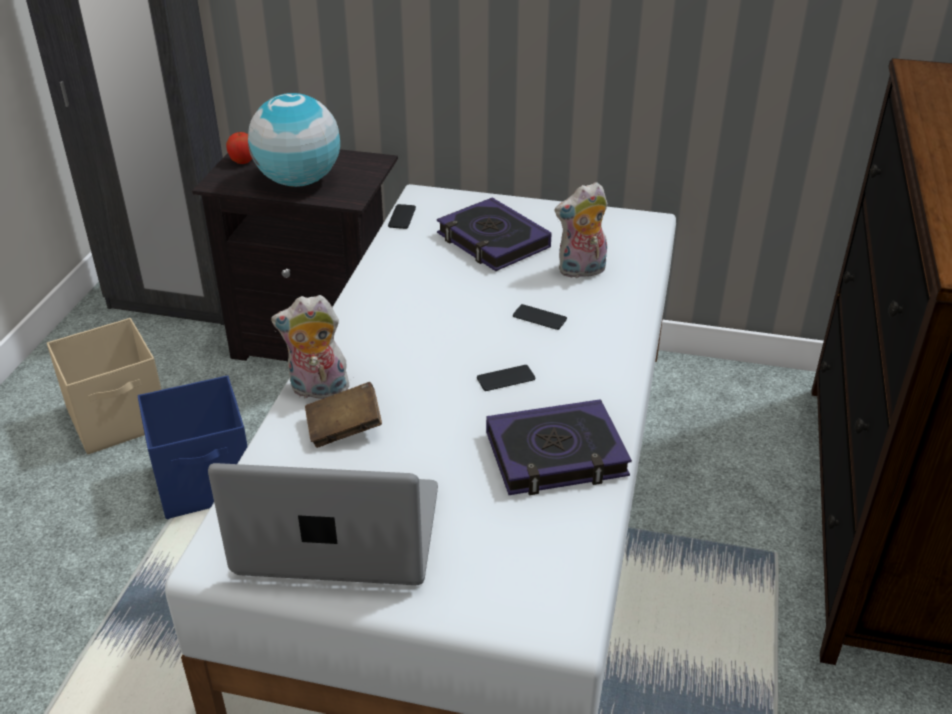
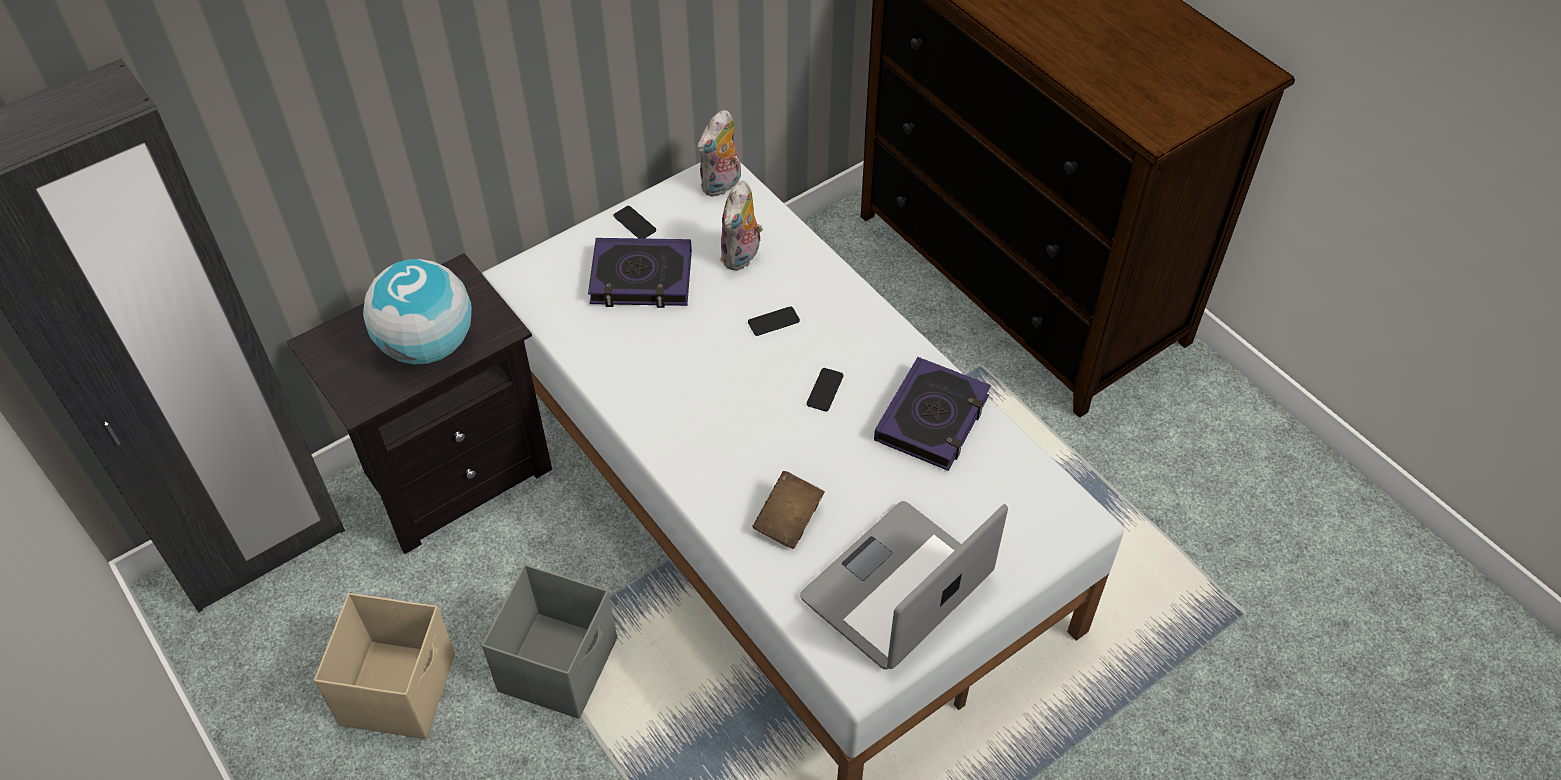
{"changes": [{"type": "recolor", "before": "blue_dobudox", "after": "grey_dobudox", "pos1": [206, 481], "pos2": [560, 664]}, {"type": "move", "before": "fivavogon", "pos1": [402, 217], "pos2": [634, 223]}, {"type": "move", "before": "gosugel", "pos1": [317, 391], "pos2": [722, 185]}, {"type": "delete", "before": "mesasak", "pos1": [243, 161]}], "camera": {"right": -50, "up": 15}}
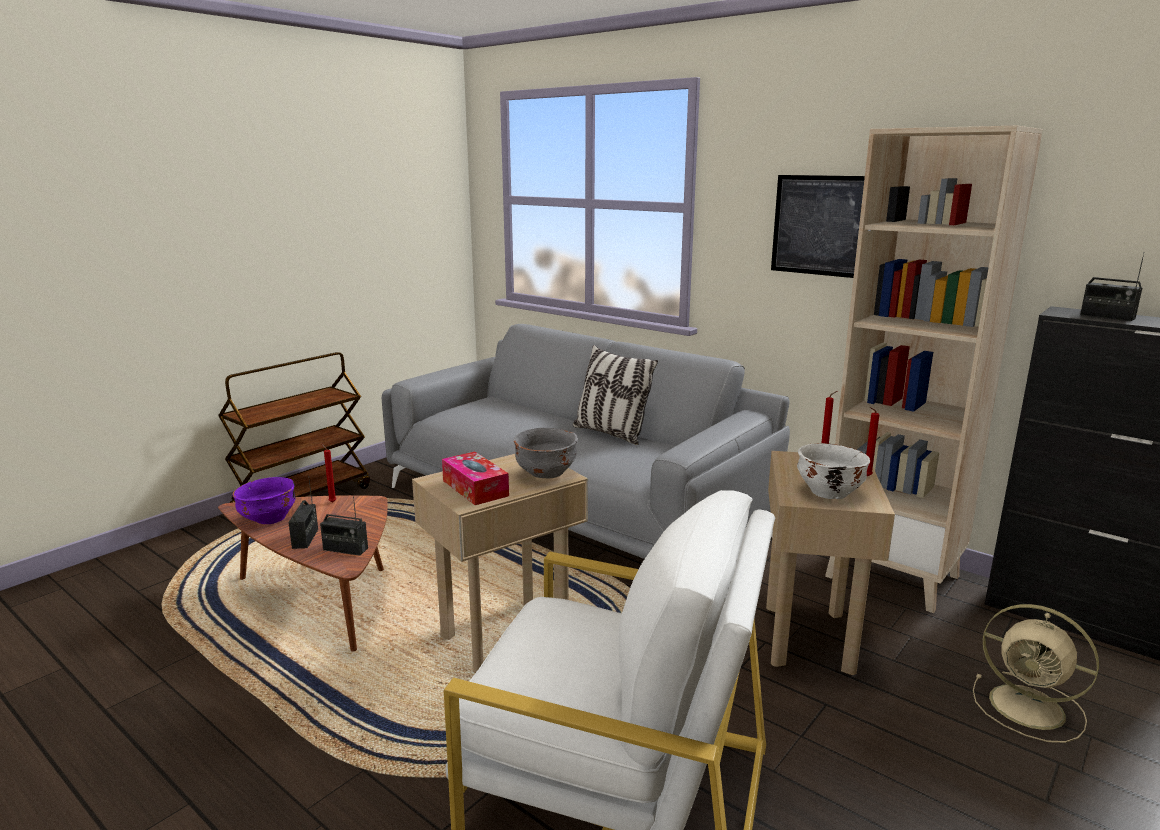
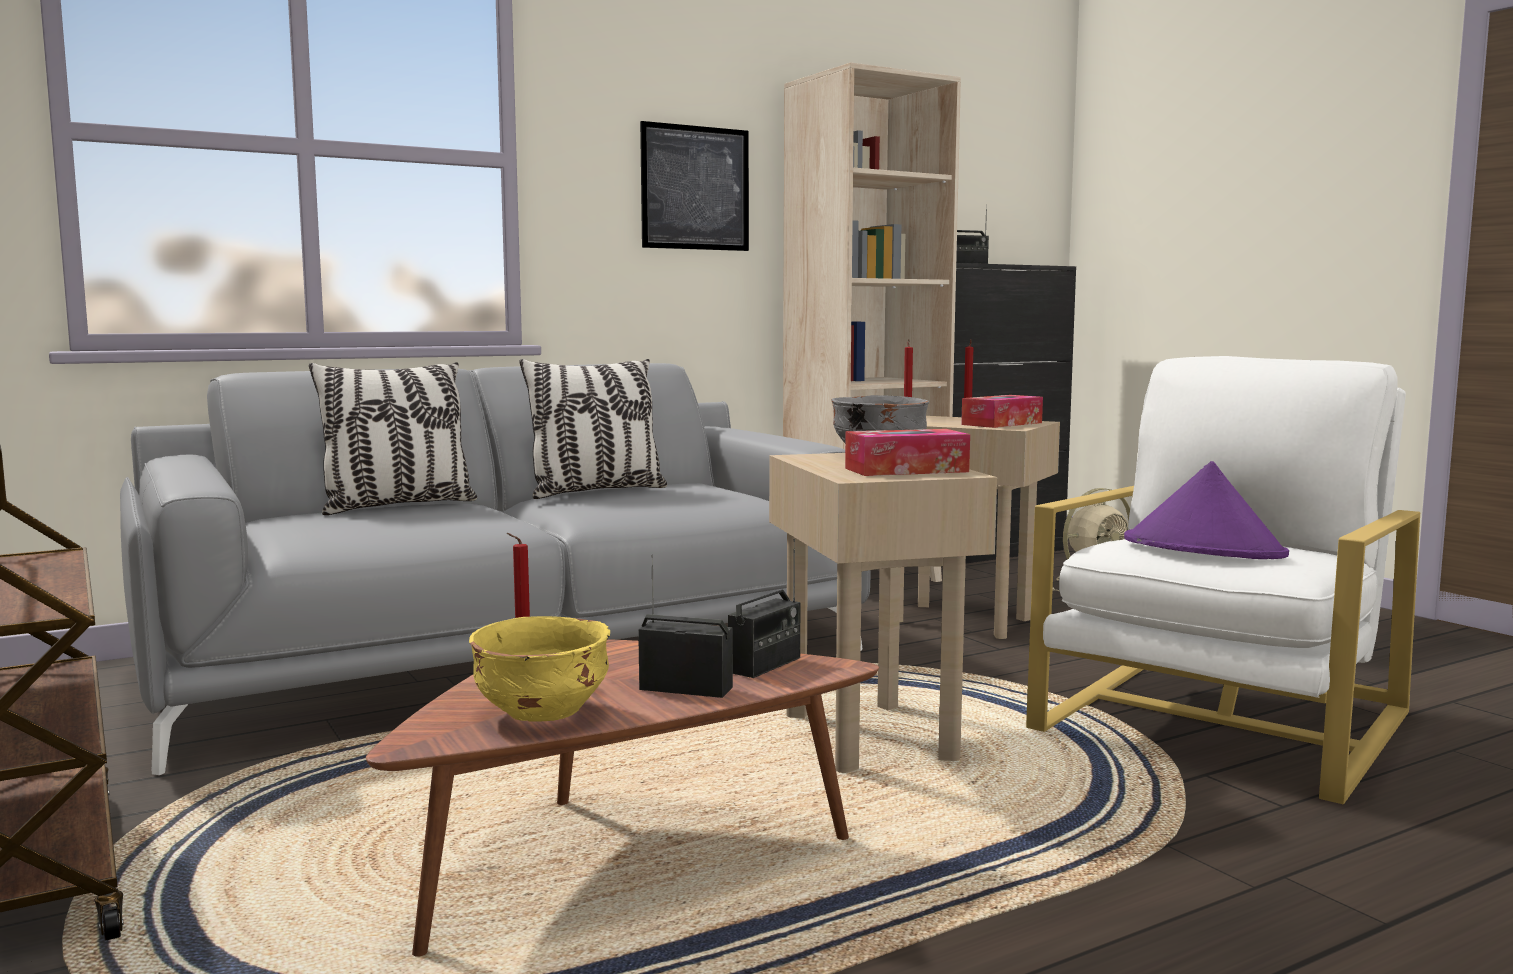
{"changes": [{"type": "insert", "after": "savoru", "pos2": [397, 506]}, {"type": "recolor", "before": "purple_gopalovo", "after": "yellow_gopalovo", "pos1": [268, 519], "pos2": [544, 714]}, {"type": "replace", "before": "white_gopalovo", "after": "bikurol", "pos1": [828, 492], "pos2": [1002, 423]}, {"type": "insert", "after": "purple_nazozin", "pos2": [1204, 548]}], "camera": {"right": -70, "up": -10}}
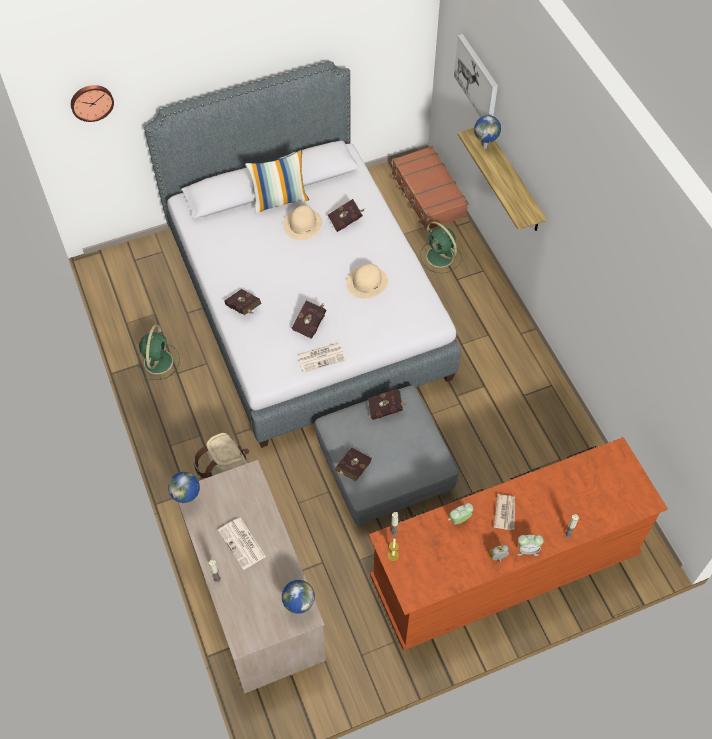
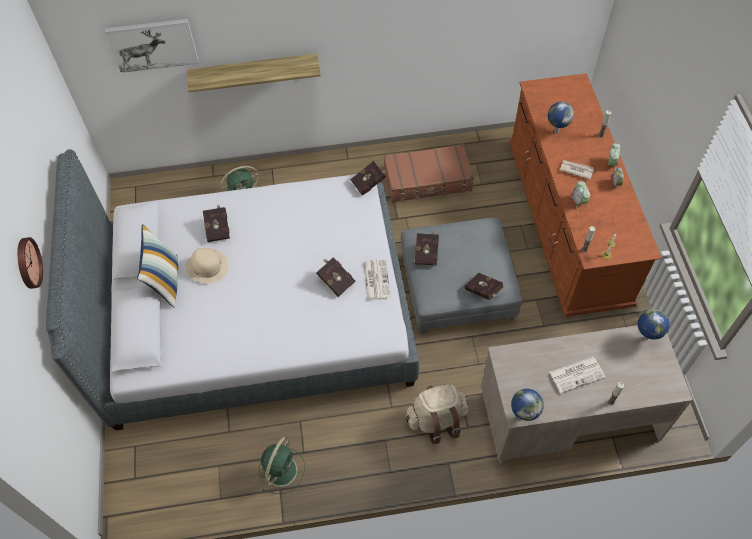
{"changes": [{"type": "move", "before": "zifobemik", "pos1": [91, 102], "pos2": [27, 263]}, {"type": "rotate", "before": "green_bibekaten", "pos1": [158, 360], "pos2": [281, 469], "turn": 90}, {"type": "move", "before": "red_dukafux", "pos1": [244, 308], "pos2": [369, 183]}, {"type": "move", "before": "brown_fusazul", "pos1": [428, 195], "pos2": [427, 180]}, {"type": "move", "before": "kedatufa", "pos1": [485, 147], "pos2": [556, 131]}, {"type": "delete", "before": "beige_nazozin", "pos1": [367, 282]}], "camera": {"right": -75, "up": 0}}
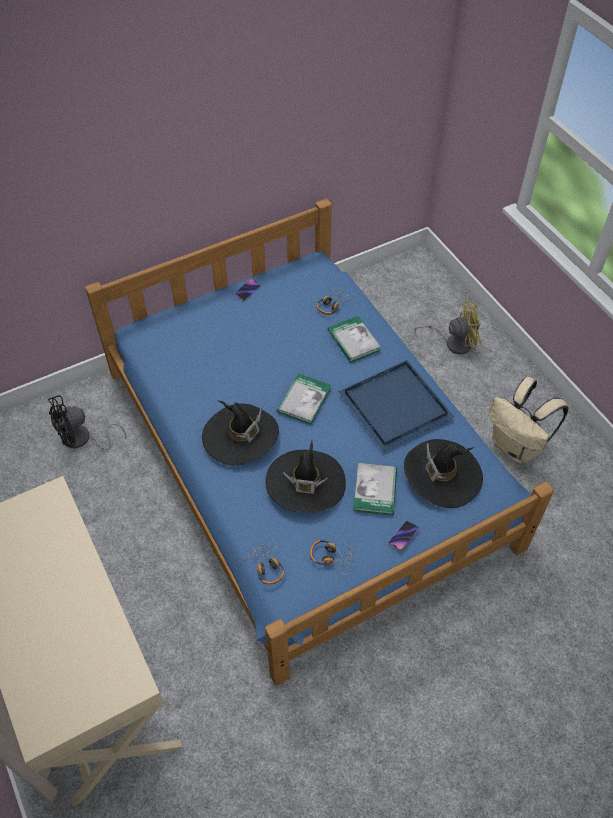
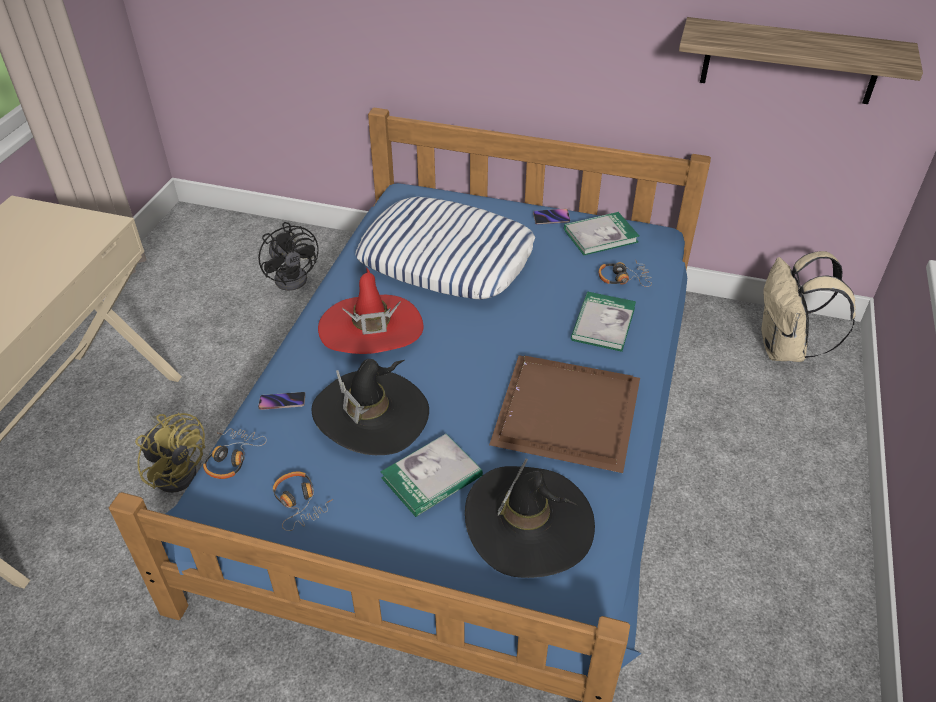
{"changes": [{"type": "move", "before": "yellow_bibekaten", "pos1": [453, 342], "pos2": [177, 469]}, {"type": "rotate", "before": "black_bibekaten", "pos1": [82, 440], "pos2": [295, 276], "turn": -135}, {"type": "move", "before": "fivavogon", "pos1": [403, 536], "pos2": [282, 403]}, {"type": "recolor", "before": "black_nazozin", "after": "red_nazozin", "pos1": [240, 436], "pos2": [371, 329]}, {"type": "insert", "after": "savoru", "pos2": [447, 258]}, {"type": "recolor", "before": "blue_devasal", "after": "brown_devasal", "pos1": [392, 405], "pos2": [564, 412]}, {"type": "move", "before": "dukafux", "pos1": [304, 400], "pos2": [600, 236]}, {"type": "insert", "after": "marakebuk", "pos2": [790, 61]}, {"type": "move", "before": "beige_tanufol", "pos1": [516, 447], "pos2": [785, 349]}], "camera": {"right": 45, "up": -10}}
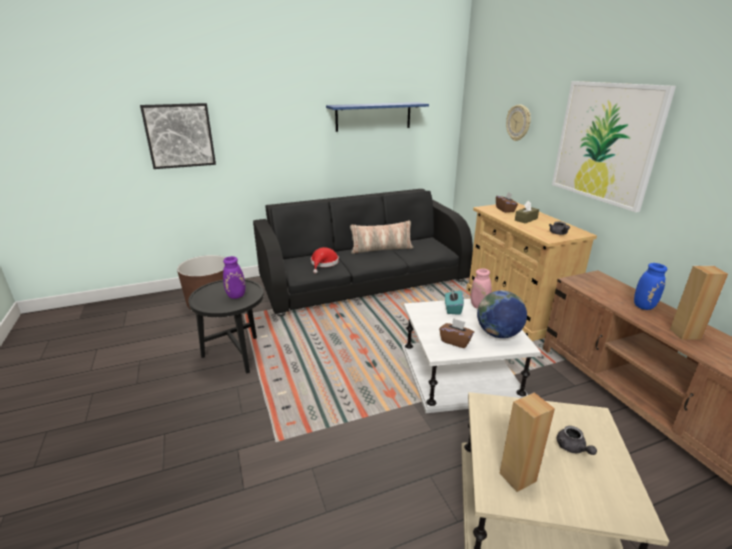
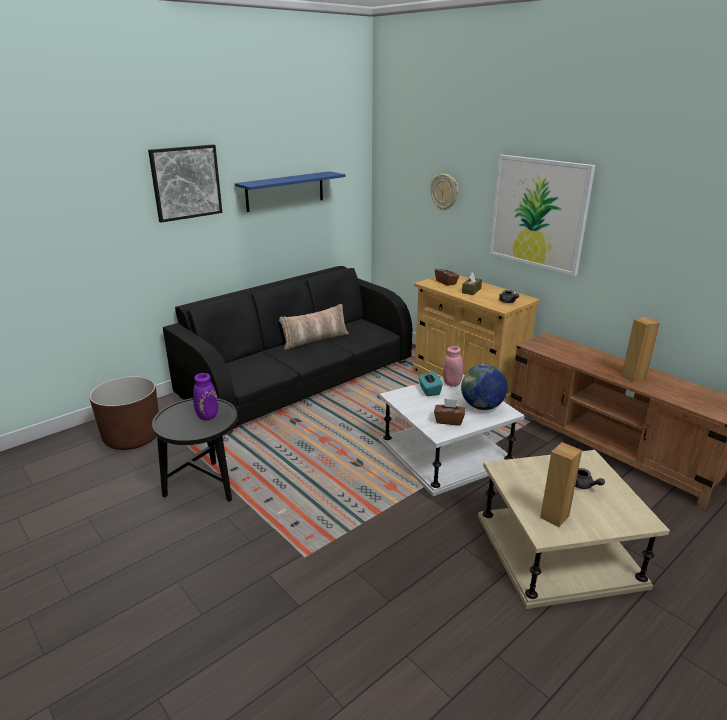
{"changes": [{"type": "move", "before": "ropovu", "pos1": [180, 136], "pos2": [186, 182]}, {"type": "delete", "before": "red_nazozin", "pos1": [324, 263]}, {"type": "delete", "before": "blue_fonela", "pos1": [643, 306]}], "camera": {"right": -20, "up": 0}}
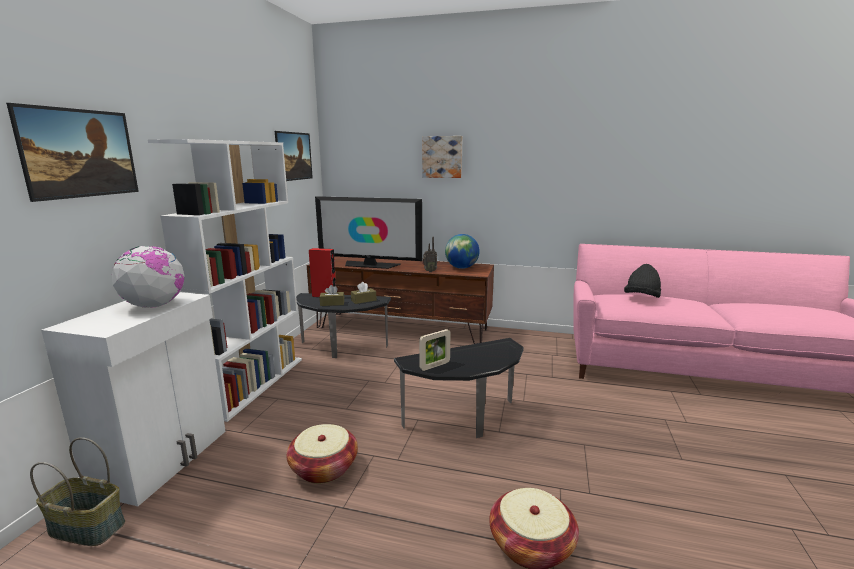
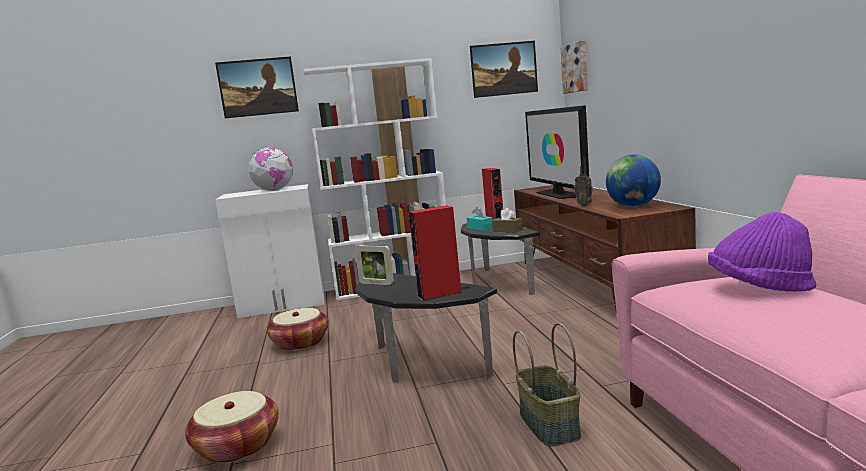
{"changes": [{"type": "insert", "after": "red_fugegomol", "pos2": [439, 294]}, {"type": "recolor", "before": "brown_bikurol", "after": "turquoise_bikurol", "pos1": [332, 303], "pos2": [480, 228]}, {"type": "move", "before": "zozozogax", "pos1": [88, 527], "pos2": [550, 425]}, {"type": "move", "before": "ropovu", "pos1": [442, 157], "pos2": [576, 67]}, {"type": "recolor", "before": "black_nazozin", "after": "purple_nazozin", "pos1": [641, 298], "pos2": [759, 287]}], "camera": {"right": 65, "up": -5}}
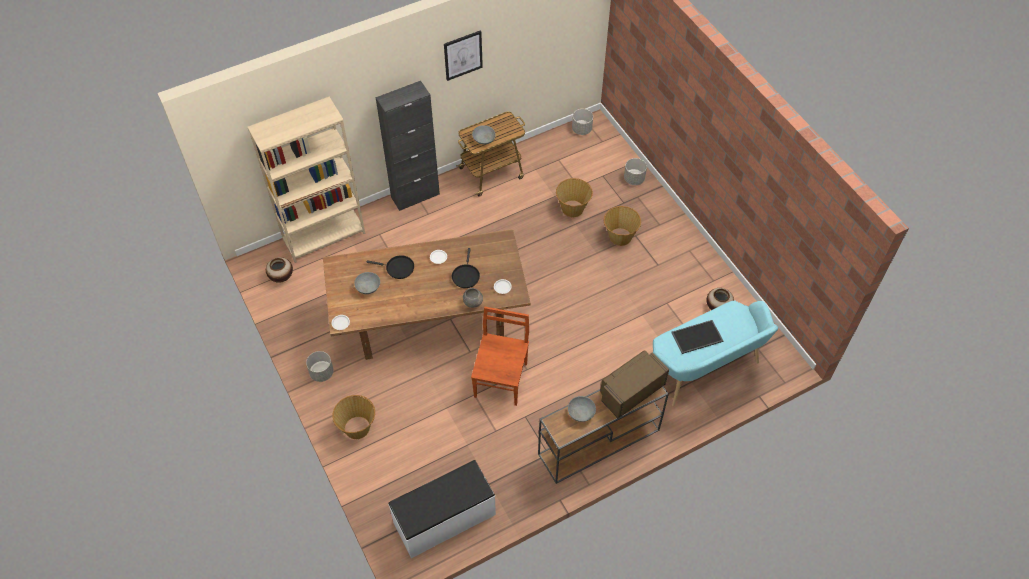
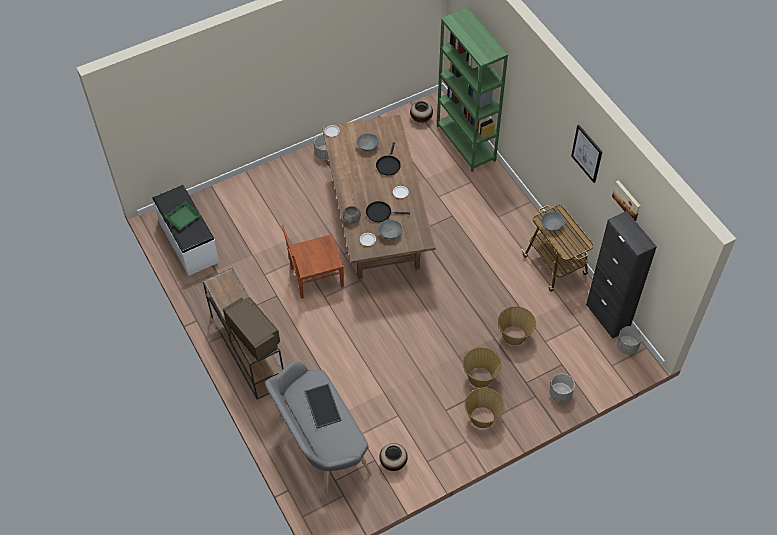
{"changes": [{"type": "insert", "after": "green_devasal", "pos2": [183, 217]}, {"type": "recolor", "before": "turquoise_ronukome", "after": "grey_ronukome", "pos1": [704, 370], "pos2": [319, 443]}, {"type": "rotate", "before": "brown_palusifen", "pos1": [501, 378], "pos2": [315, 277], "turn": 150}, {"type": "move", "before": "grey_gopalovo", "pos1": [581, 413], "pos2": [390, 234]}, {"type": "recolor", "before": "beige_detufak", "after": "green_detufak", "pos1": [324, 237], "pos2": [466, 143]}, {"type": "move", "before": "zozozogax", "pos1": [357, 427], "pos2": [482, 417]}, {"type": "move", "before": "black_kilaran", "pos1": [415, 196], "pos2": [607, 317]}, {"type": "insert", "after": "ropovu", "pos2": [627, 200]}], "camera": {"right": 90, "up": 0}}
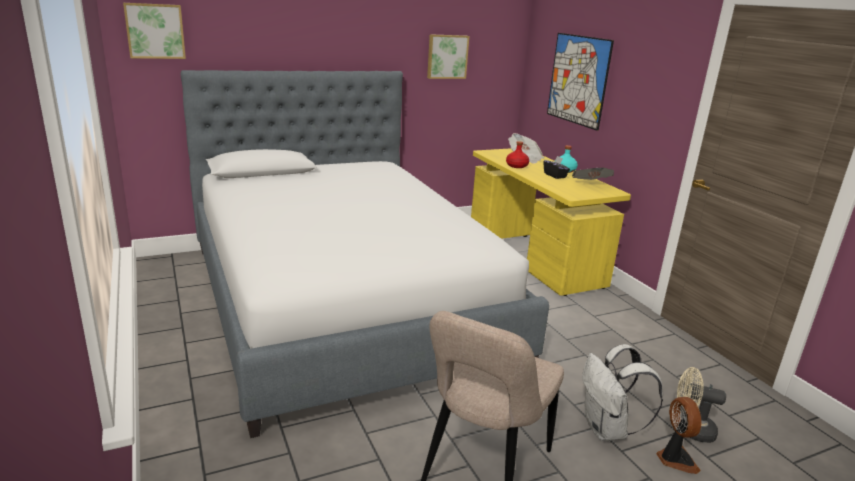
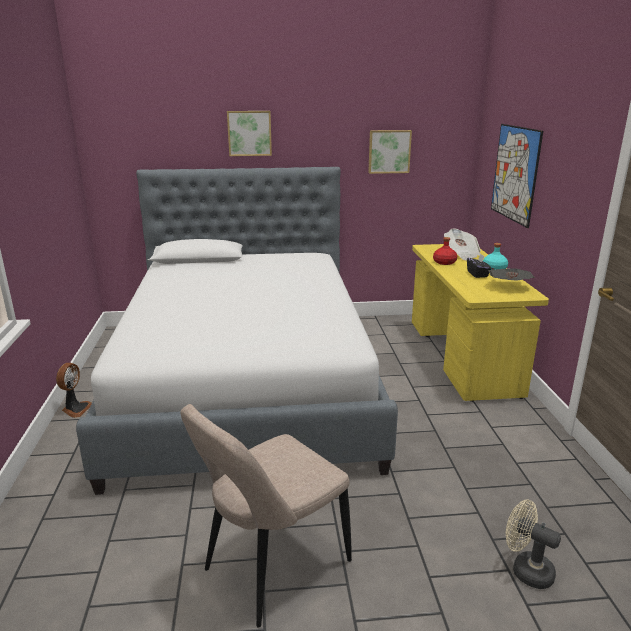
{"changes": [{"type": "move", "before": "bibekaten", "pos1": [675, 459], "pos2": [76, 409]}, {"type": "move", "before": "ropovu", "pos1": [155, 31], "pos2": [249, 133]}, {"type": "delete", "before": "white_tanufol", "pos1": [607, 430]}], "camera": {"right": 20, "up": 0}}
